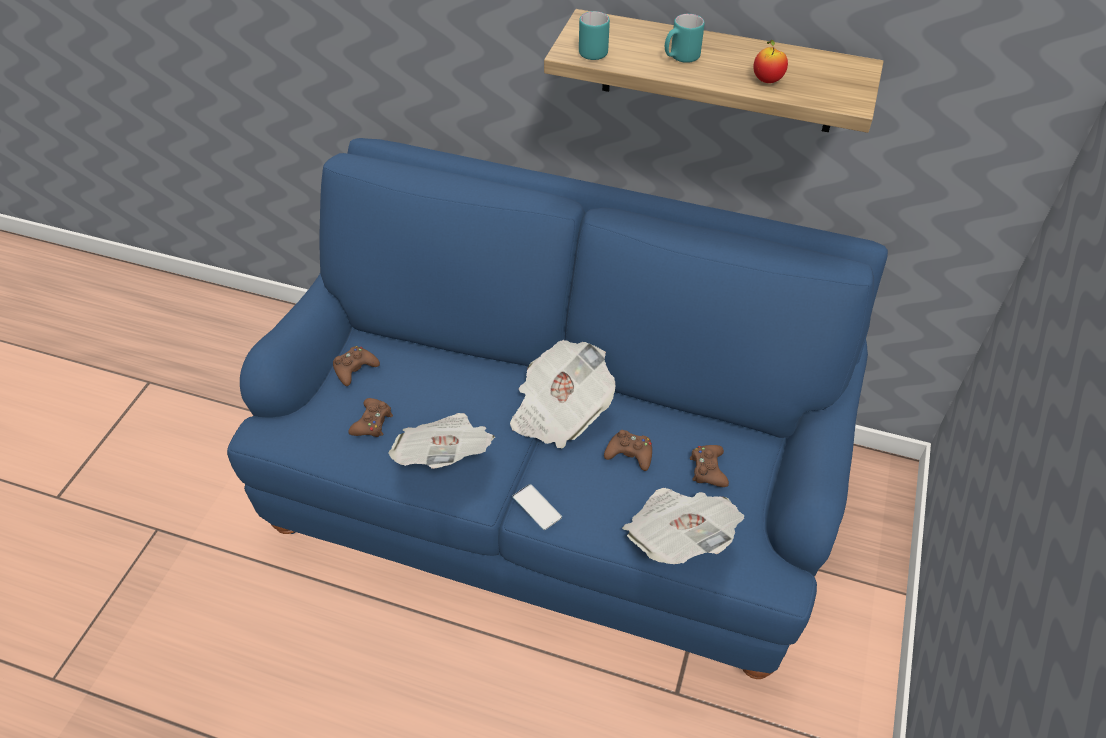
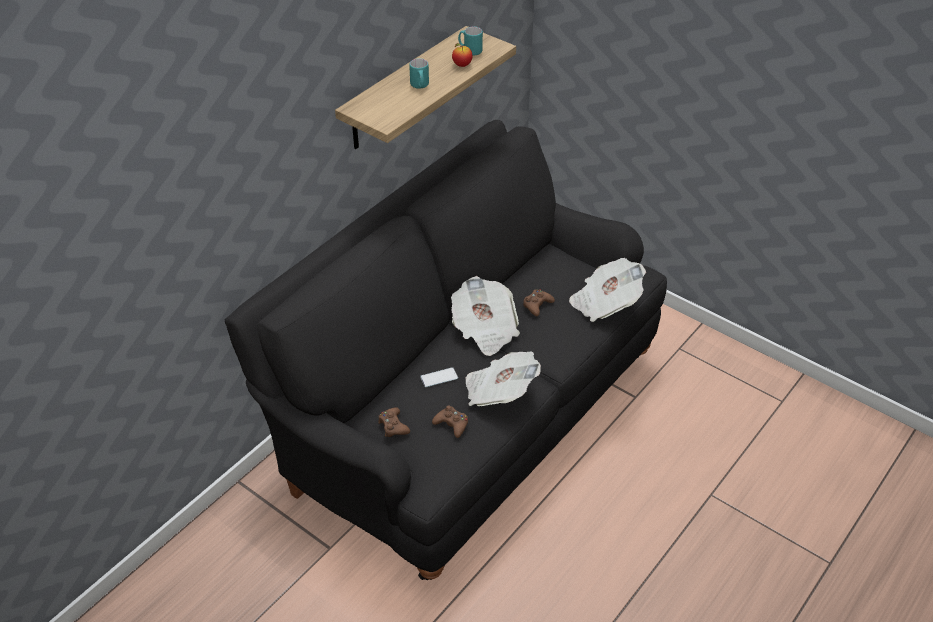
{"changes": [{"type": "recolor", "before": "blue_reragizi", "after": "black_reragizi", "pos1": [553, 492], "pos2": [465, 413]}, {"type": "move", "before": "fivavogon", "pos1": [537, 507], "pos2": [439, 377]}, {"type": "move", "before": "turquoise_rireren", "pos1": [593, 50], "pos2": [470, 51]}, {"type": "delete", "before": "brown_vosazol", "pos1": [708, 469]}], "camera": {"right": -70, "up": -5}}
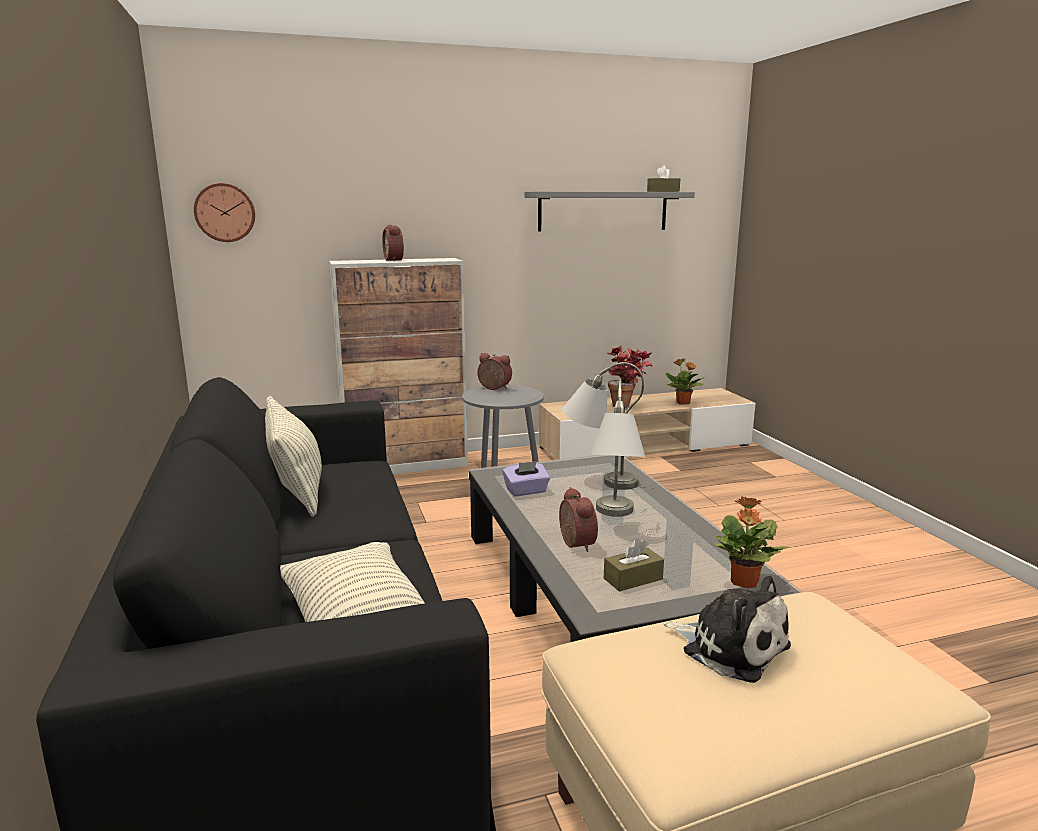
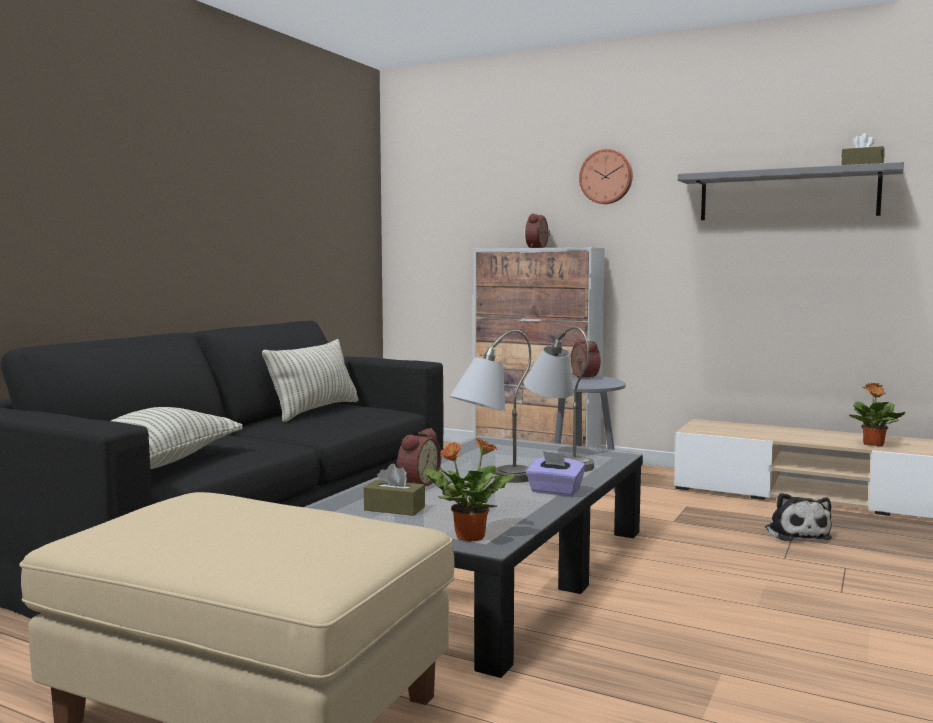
{"changes": [{"type": "move", "before": "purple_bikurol", "pos1": [526, 491], "pos2": [555, 491]}, {"type": "move", "before": "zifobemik", "pos1": [225, 212], "pos2": [606, 177]}, {"type": "move", "before": "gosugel", "pos1": [730, 647], "pos2": [796, 533]}, {"type": "delete", "before": "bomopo", "pos1": [627, 406]}], "camera": {"right": 45, "up": -10}}
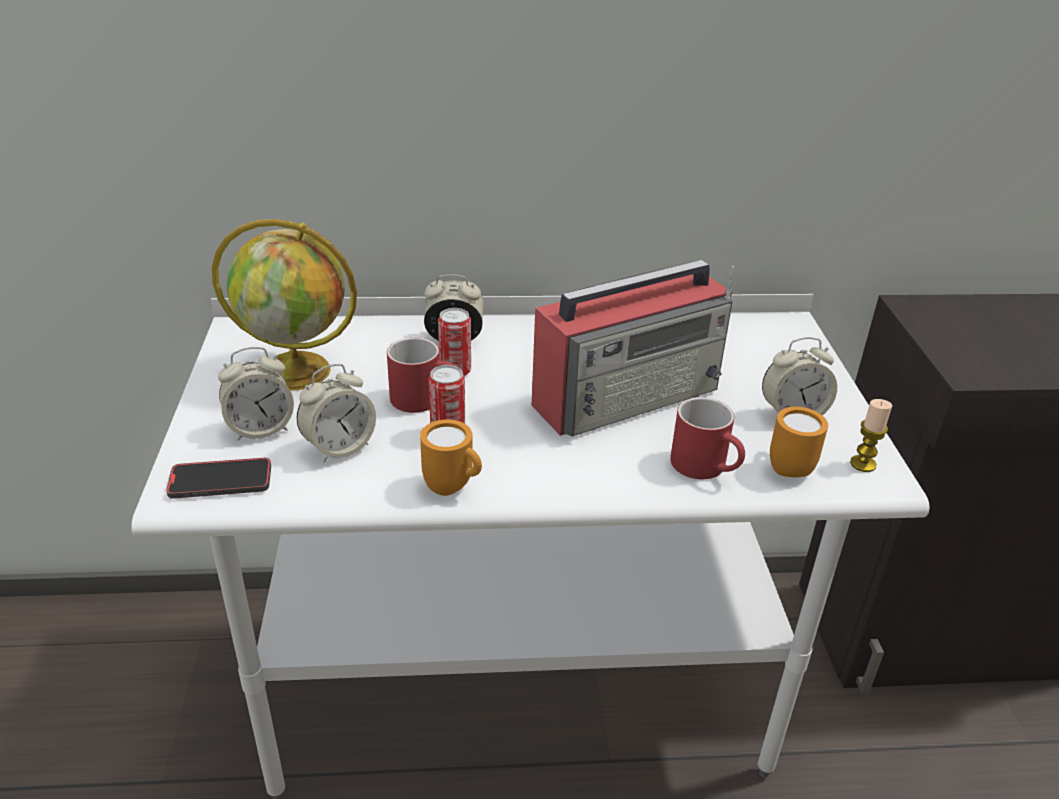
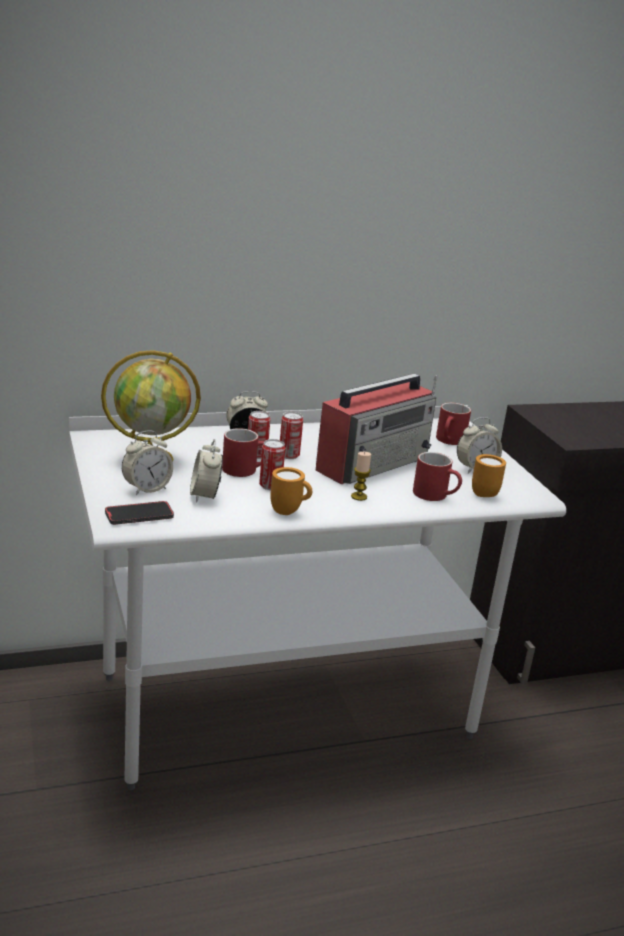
{"changes": [{"type": "rotate", "before": "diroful", "pos1": [339, 447], "pos2": [205, 496], "turn": 135}, {"type": "insert", "after": "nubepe", "pos2": [289, 455]}, {"type": "move", "before": "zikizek", "pos1": [863, 464], "pos2": [359, 496]}, {"type": "insert", "after": "red_rireren", "pos2": [450, 441]}], "camera": {"right": -15, "up": -10}}
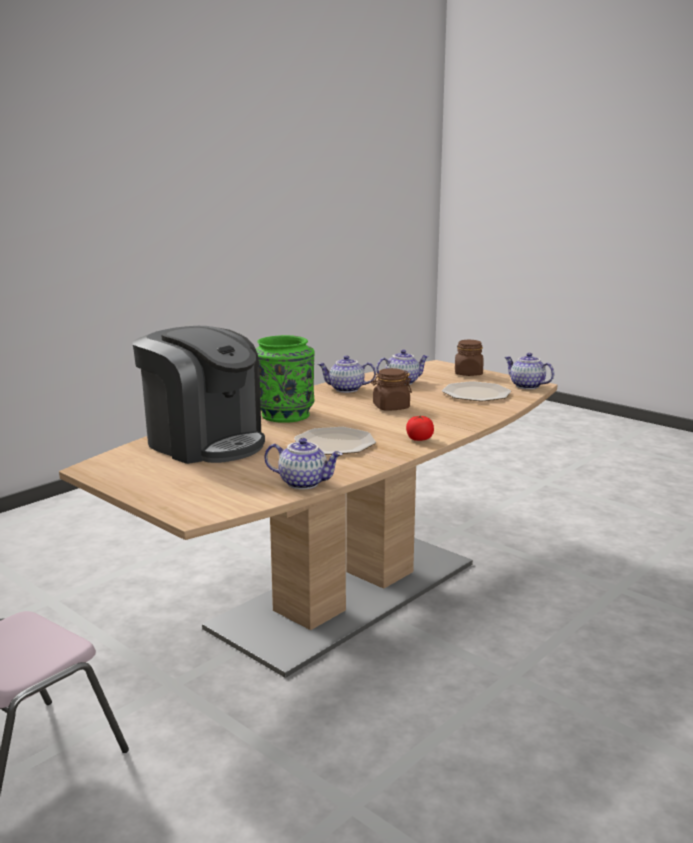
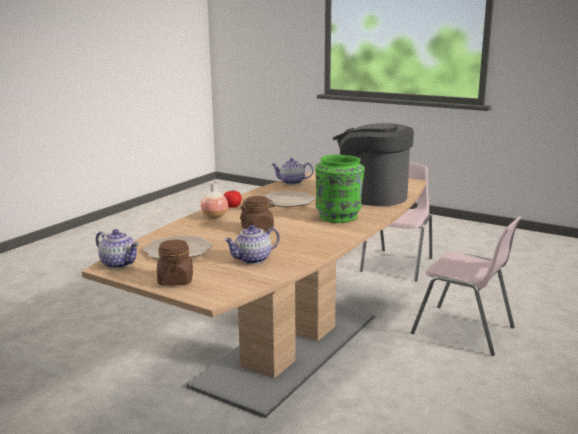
{"changes": [{"type": "insert", "after": "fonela", "pos2": [215, 216]}, {"type": "insert", "after": "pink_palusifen", "pos2": [464, 331]}, {"type": "delete", "before": "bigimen", "pos1": [346, 389]}], "camera": {"right": 170, "up": 0}}
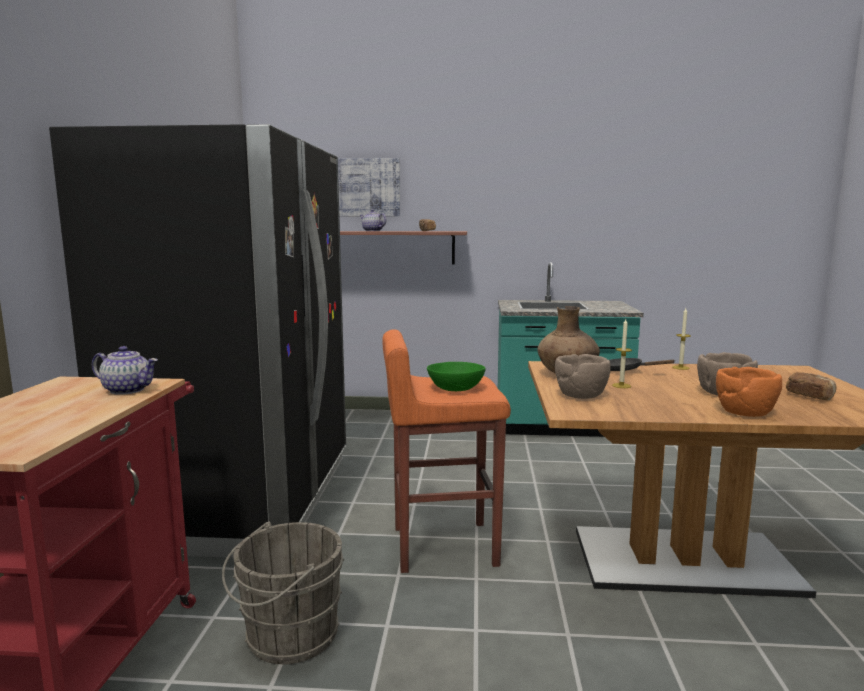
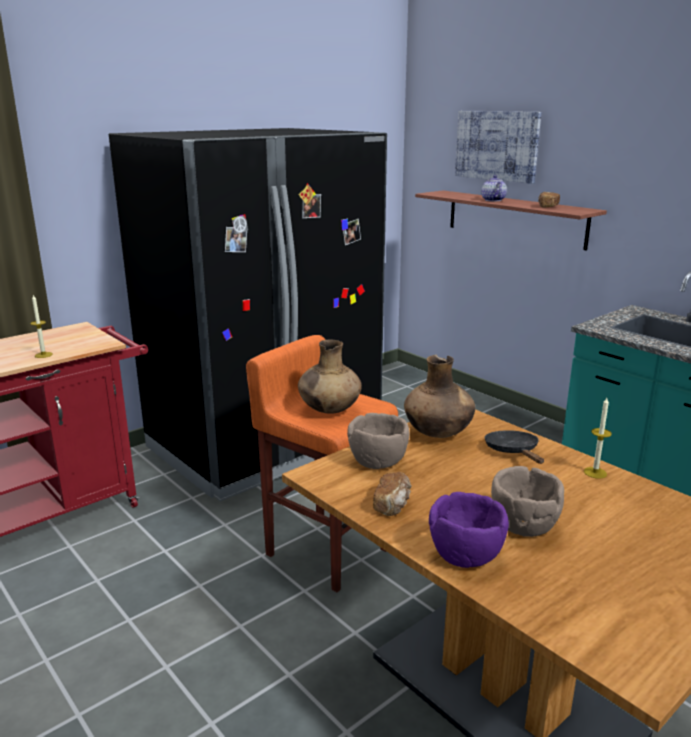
{"changes": [{"type": "move", "before": "zikizek", "pos1": [621, 385], "pos2": [43, 355]}, {"type": "replace", "before": "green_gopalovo", "after": "brown_fonela", "pos1": [455, 388], "pos2": [329, 410]}, {"type": "move", "before": "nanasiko", "pos1": [810, 396], "pos2": [393, 504]}, {"type": "recolor", "before": "orange_gopalovo", "after": "purple_gopalovo", "pos1": [745, 412], "pos2": [467, 554]}, {"type": "delete", "before": "bigimen", "pos1": [128, 390]}, {"type": "delete", "before": "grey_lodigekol", "pos1": [287, 637]}], "camera": {"right": 45, "up": 10}}
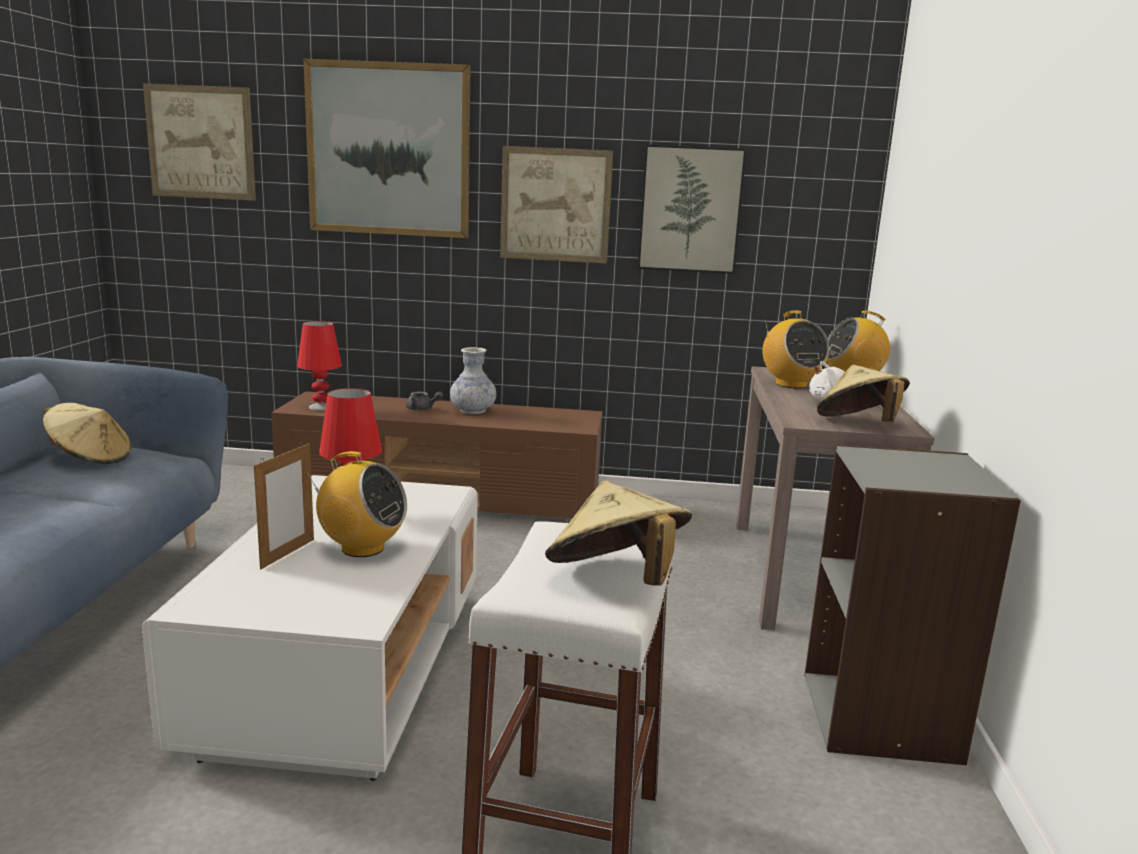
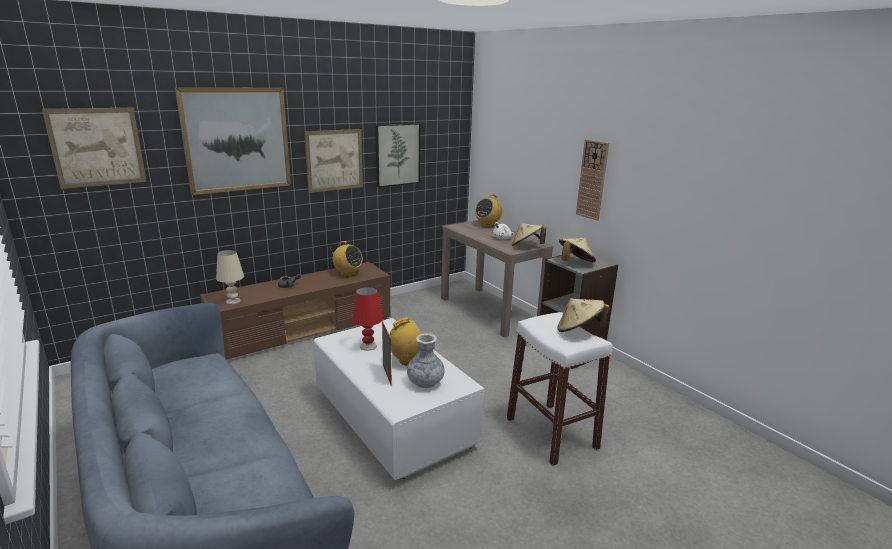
{"changes": [{"type": "recolor", "before": "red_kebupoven", "after": "beige_kebupoven", "pos1": [321, 407], "pos2": [233, 301]}, {"type": "move", "before": "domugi", "pos1": [790, 384], "pos2": [347, 273]}, {"type": "move", "before": "fonela", "pos1": [473, 410], "pos2": [425, 382]}, {"type": "move", "before": "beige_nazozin", "pos1": [90, 458], "pos2": [575, 263]}, {"type": "insert", "after": "zifobemik", "pos2": [592, 180]}], "camera": {"right": -40, "up": 5}}
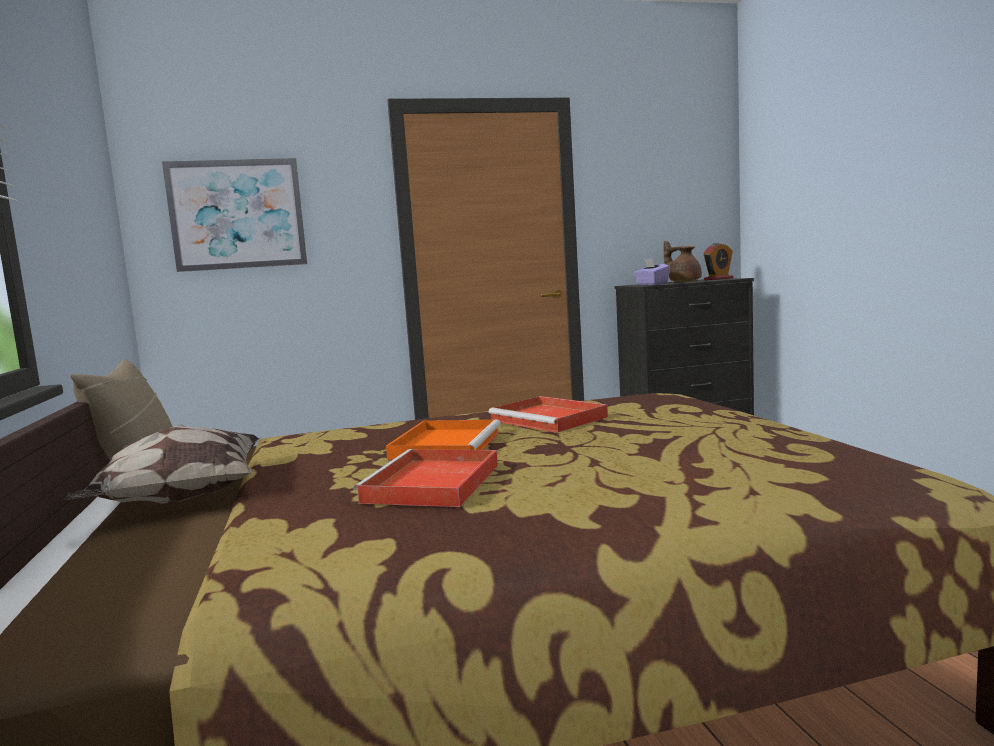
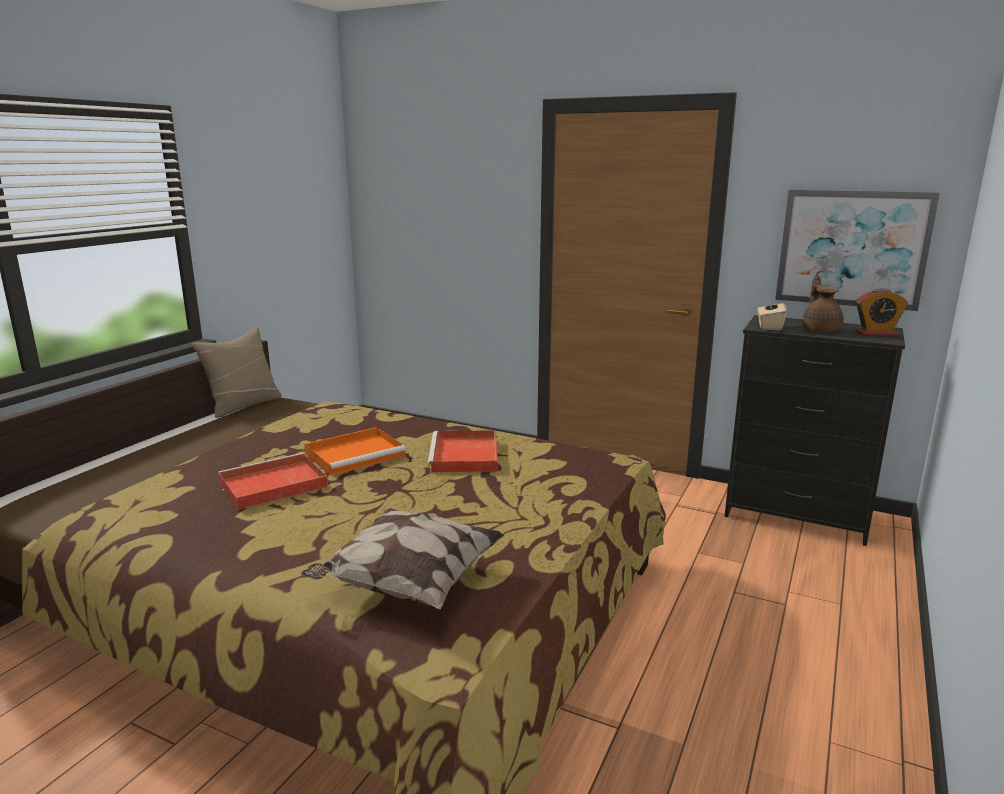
{"changes": [{"type": "move", "before": "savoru", "pos1": [179, 500], "pos2": [408, 584]}, {"type": "recolor", "before": "purple_bikurol", "after": "beige_bikurol", "pos1": [651, 284], "pos2": [769, 327]}, {"type": "move", "before": "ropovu", "pos1": [237, 214], "pos2": [852, 249]}], "camera": {"right": 40, "up": 10}}
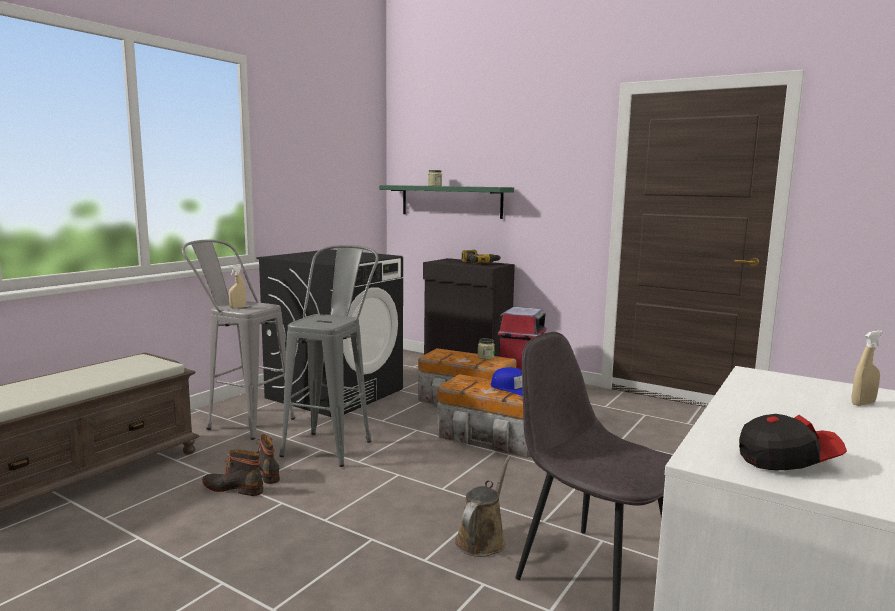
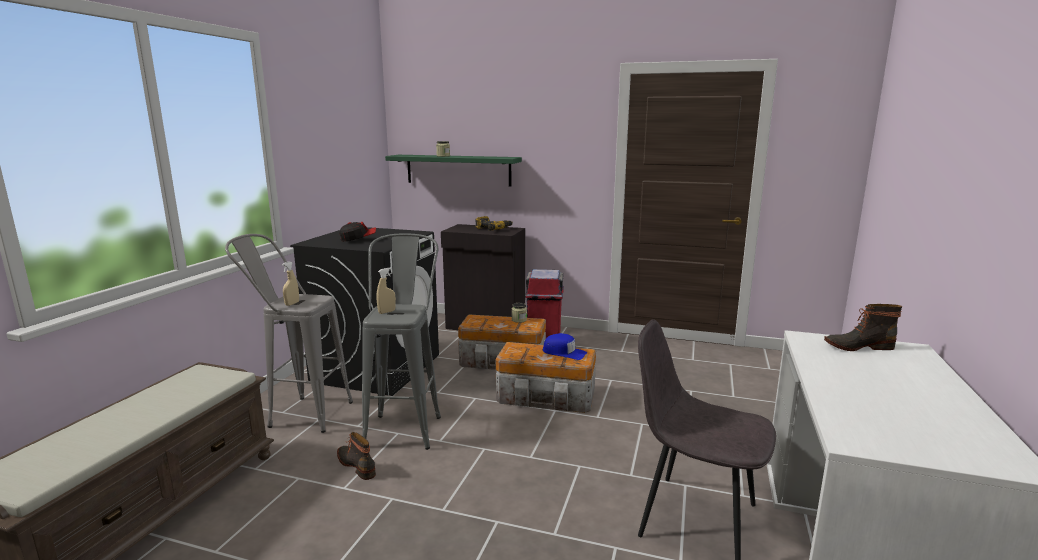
{"changes": [{"type": "move", "before": "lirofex", "pos1": [786, 461], "pos2": [358, 239]}, {"type": "move", "before": "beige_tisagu", "pos1": [863, 403], "pos2": [387, 312]}, {"type": "move", "before": "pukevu", "pos1": [234, 488], "pos2": [857, 346]}, {"type": "delete", "before": "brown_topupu", "pos1": [482, 539]}], "camera": {"right": -15, "up": 5}}
